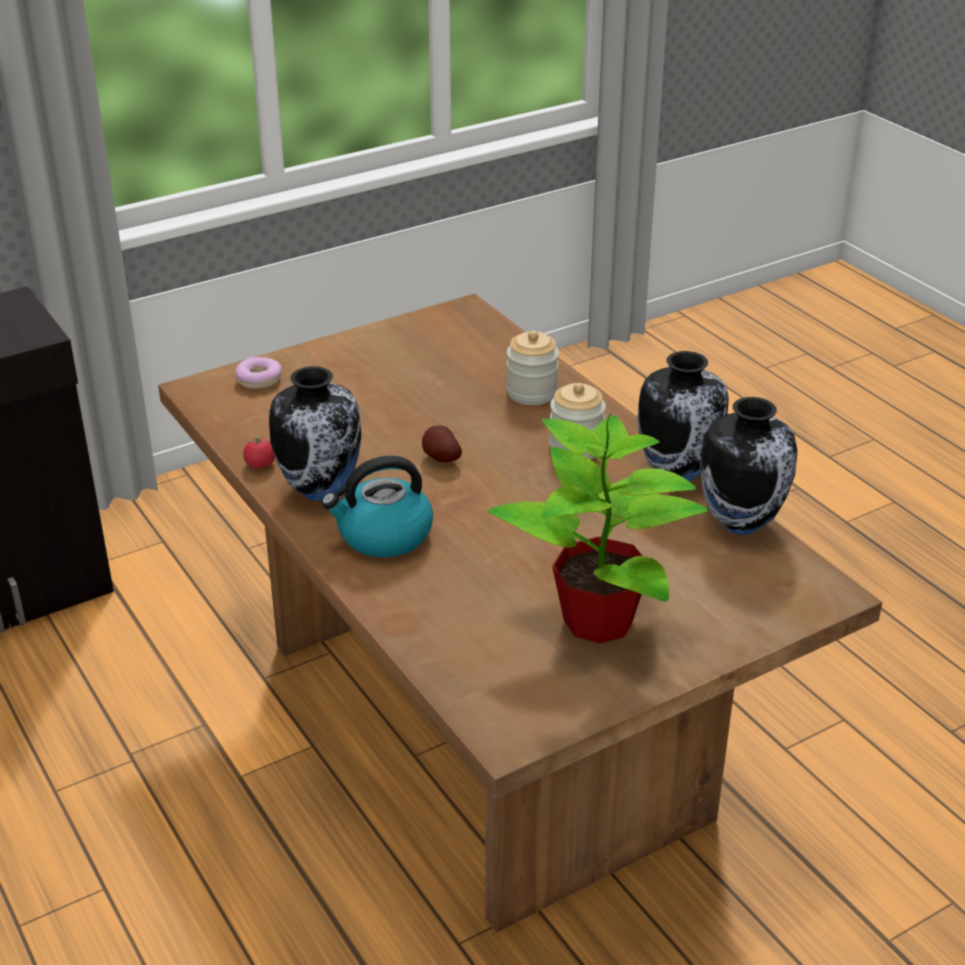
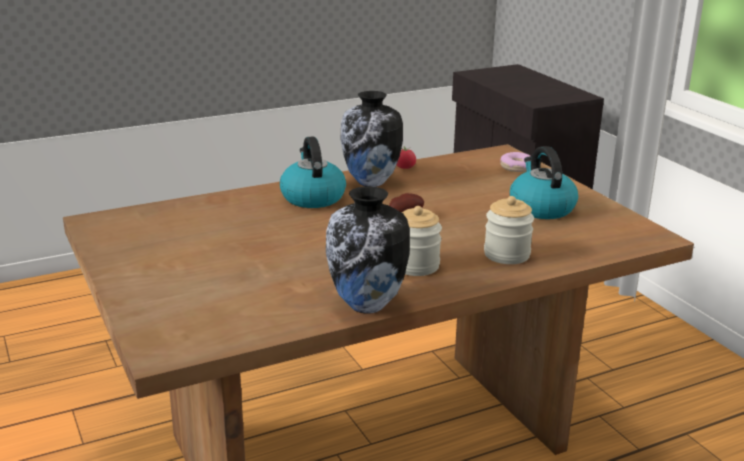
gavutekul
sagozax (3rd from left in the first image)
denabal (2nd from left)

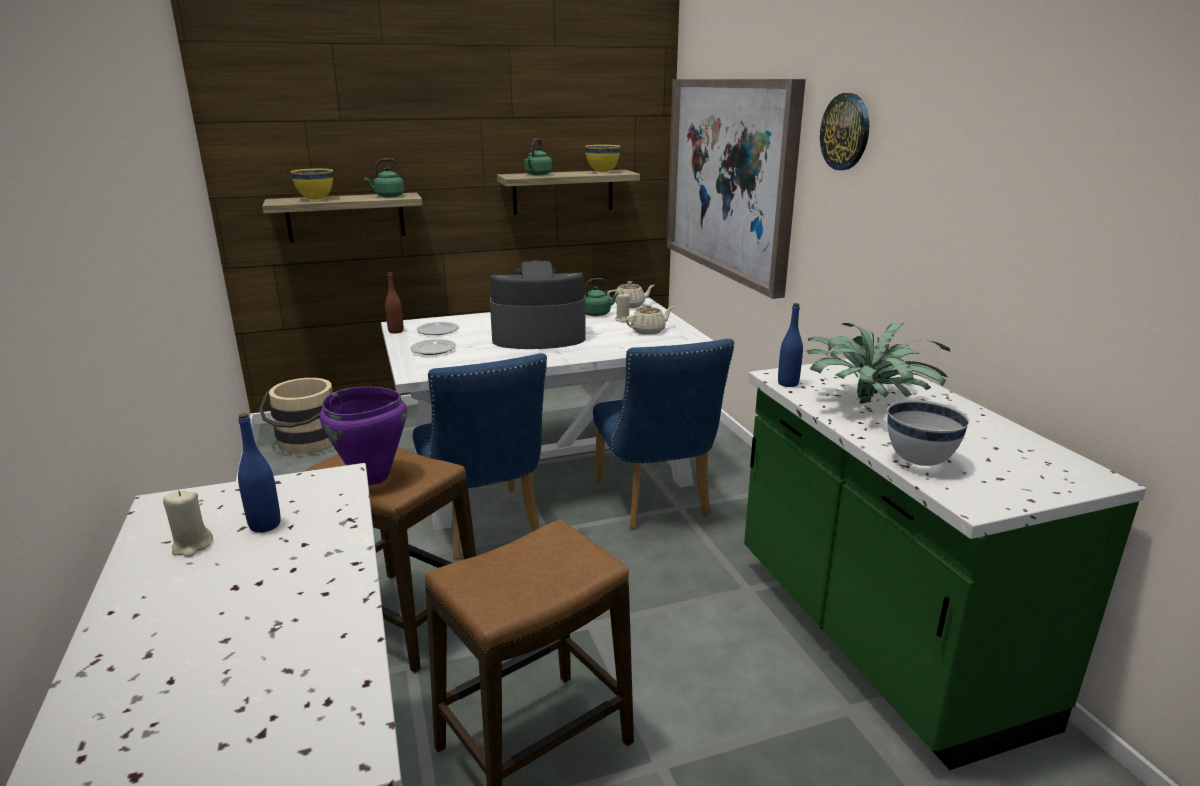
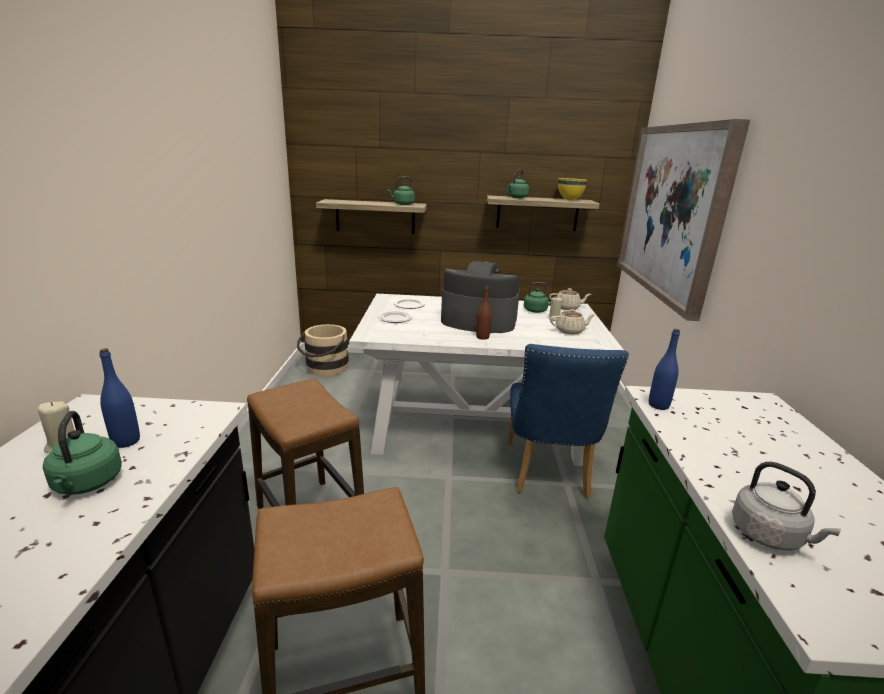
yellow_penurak (1st from left in the first image)
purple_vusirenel
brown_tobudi
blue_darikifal (1st from left in the first image)
gavutekul
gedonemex
grey_denabal
green_denabal (1st from left)

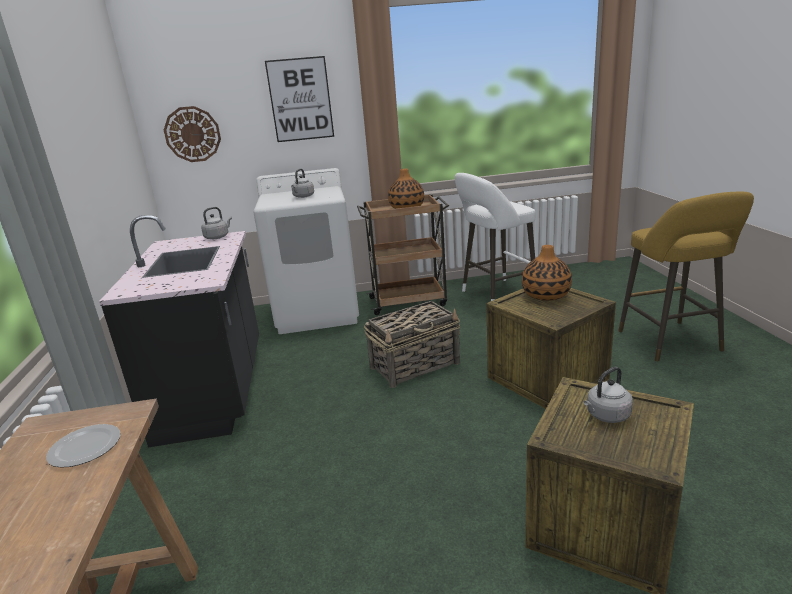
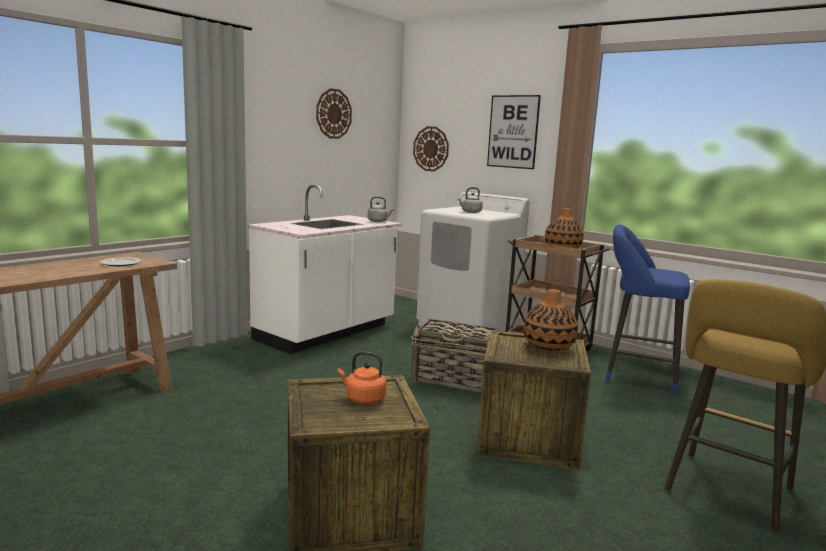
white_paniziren
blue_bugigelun
orange_denabal
gedonemex (1st from left)

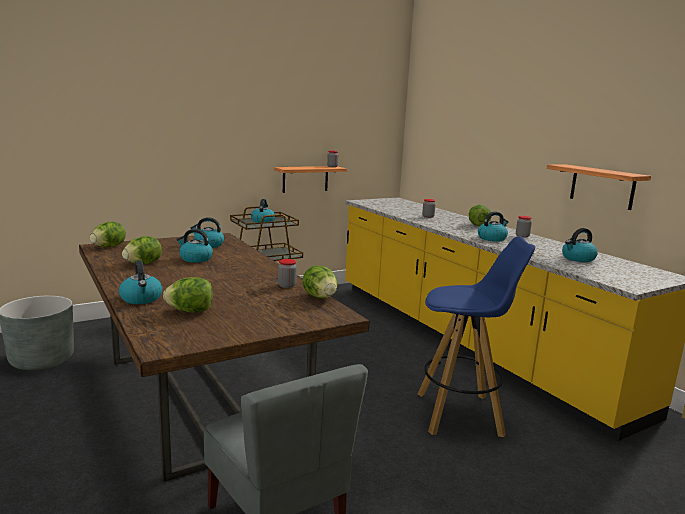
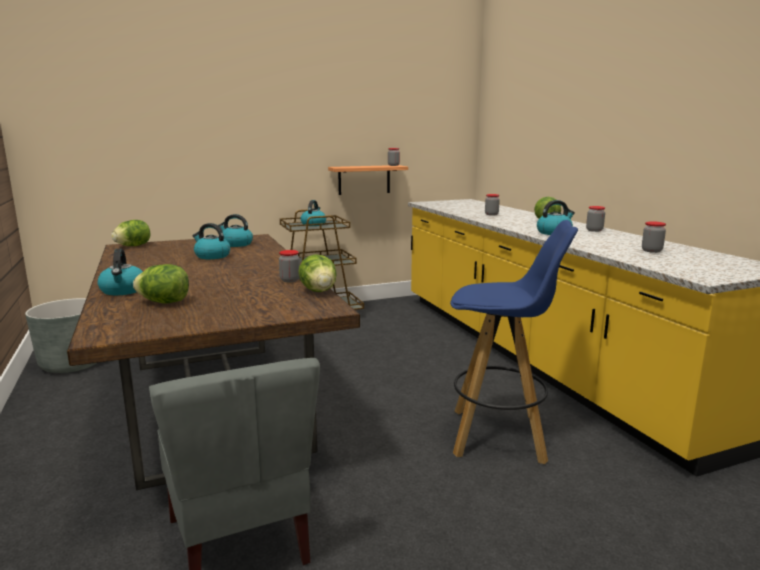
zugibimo (2nd from left in the first image)
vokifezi (2nd from left in the first image)
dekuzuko (5th from left)

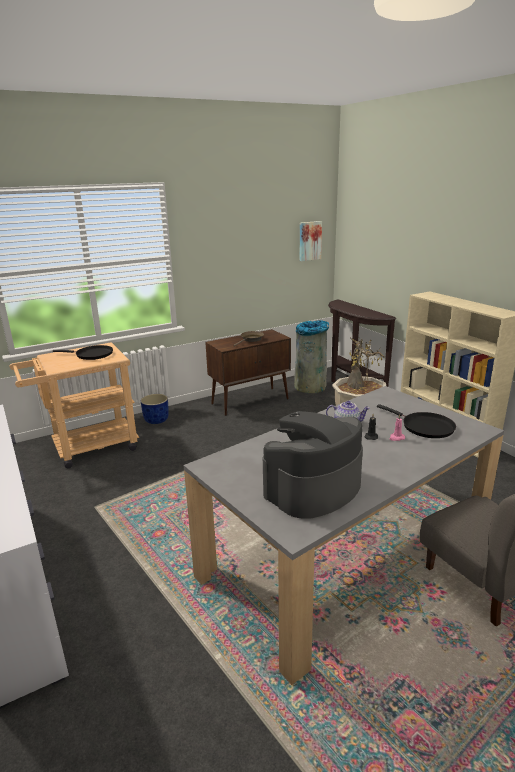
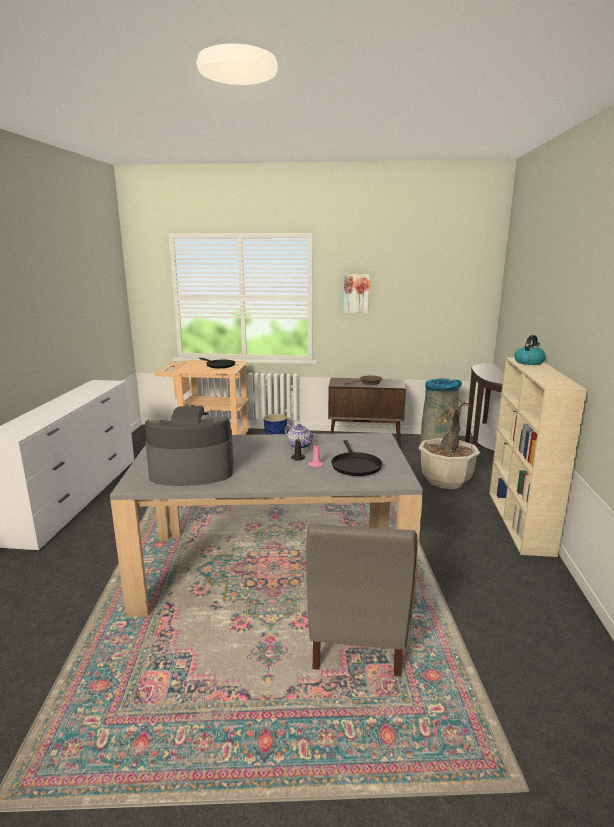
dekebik
denabal

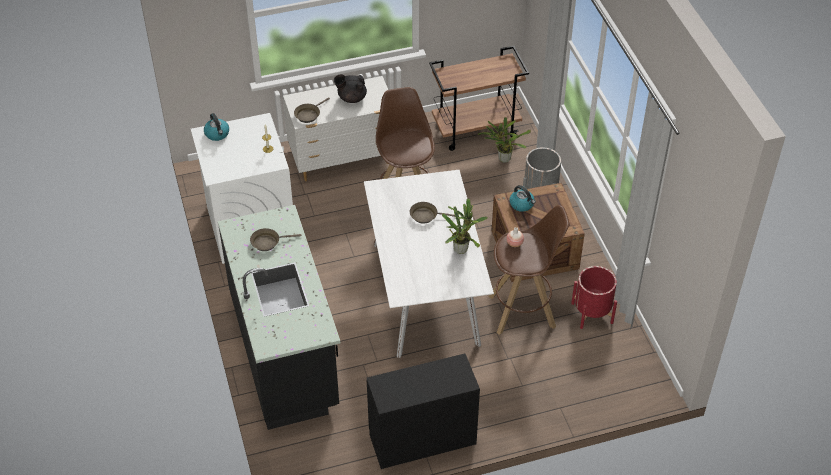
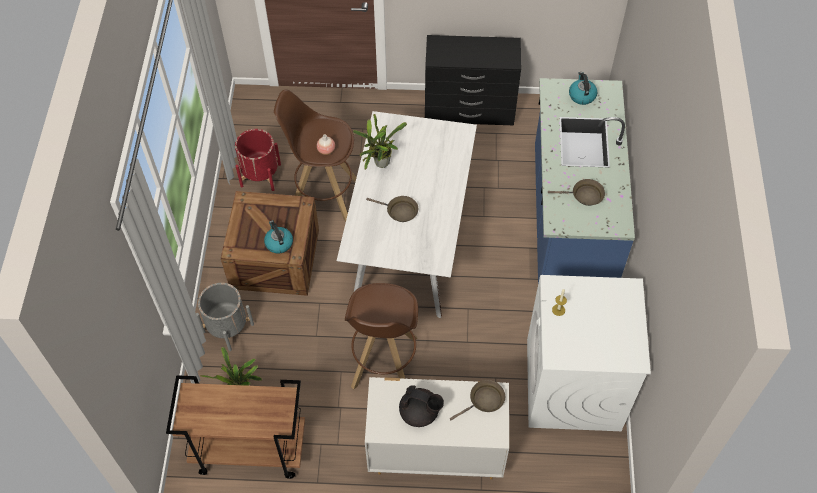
denabal (2nd from left)
blue_paniziren

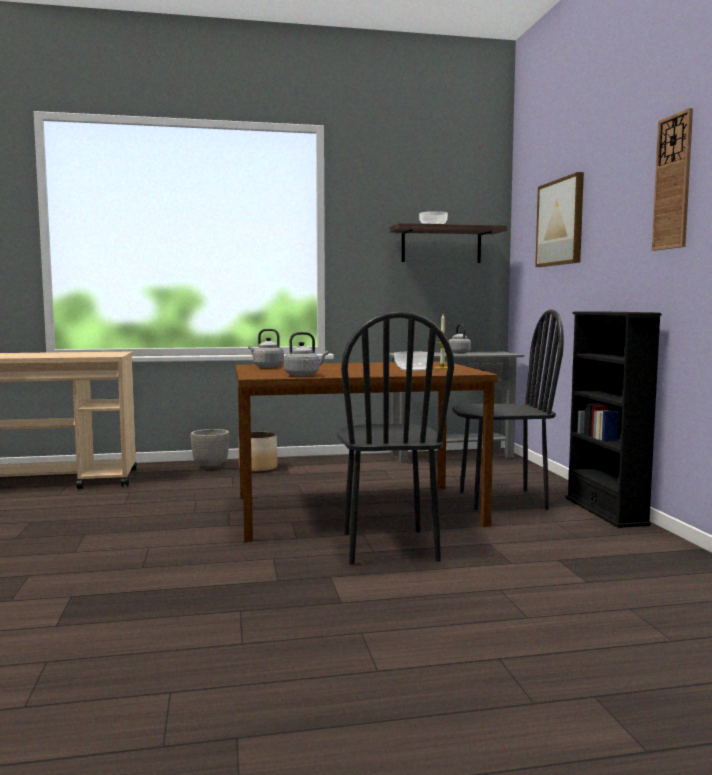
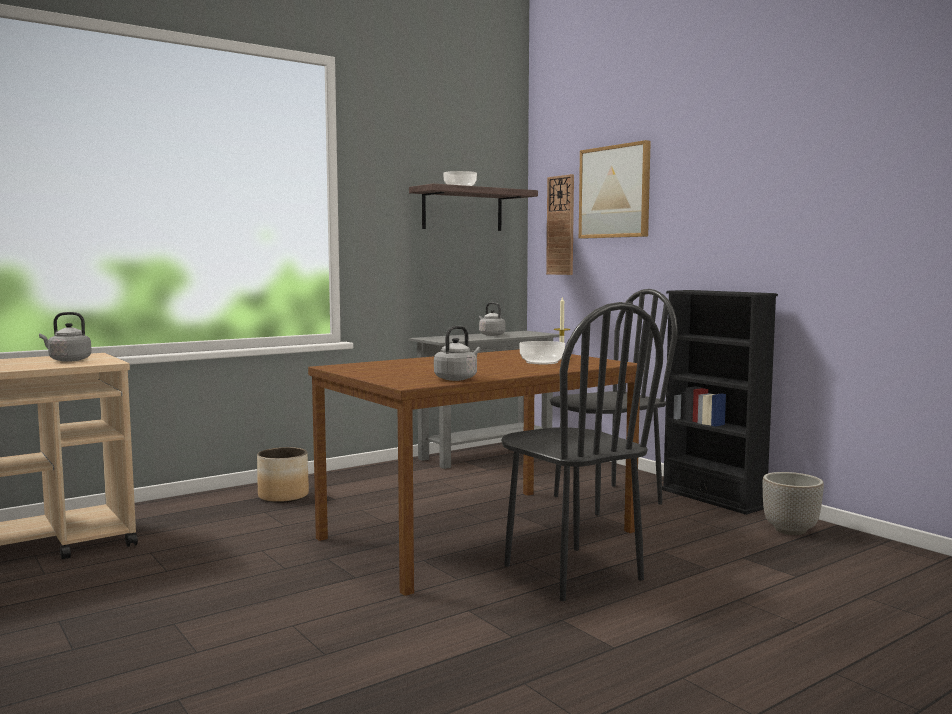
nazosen (2nd from left)
grey_denabal (1st from left)
gedonemex

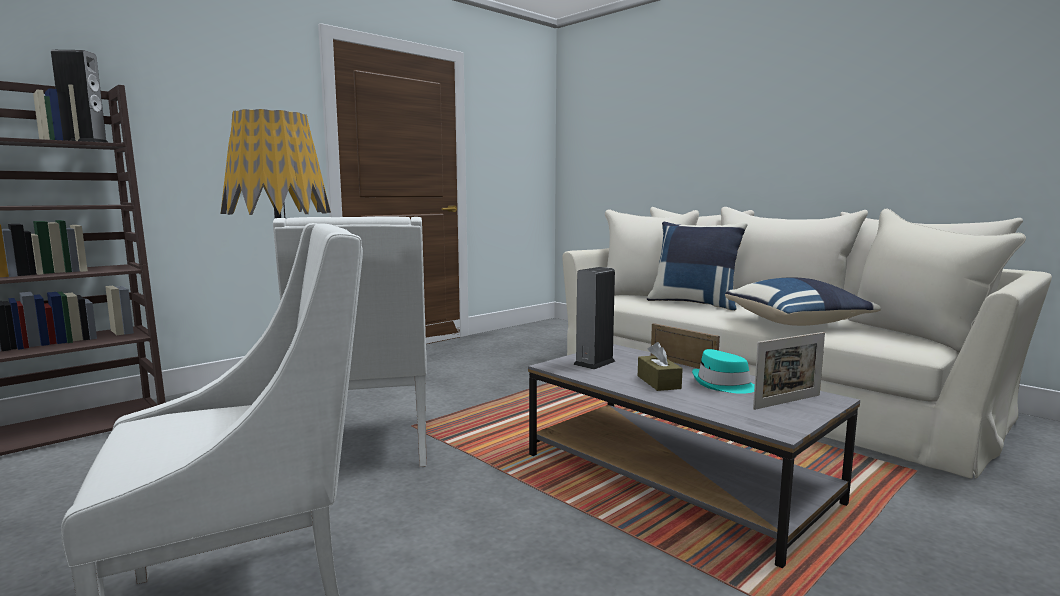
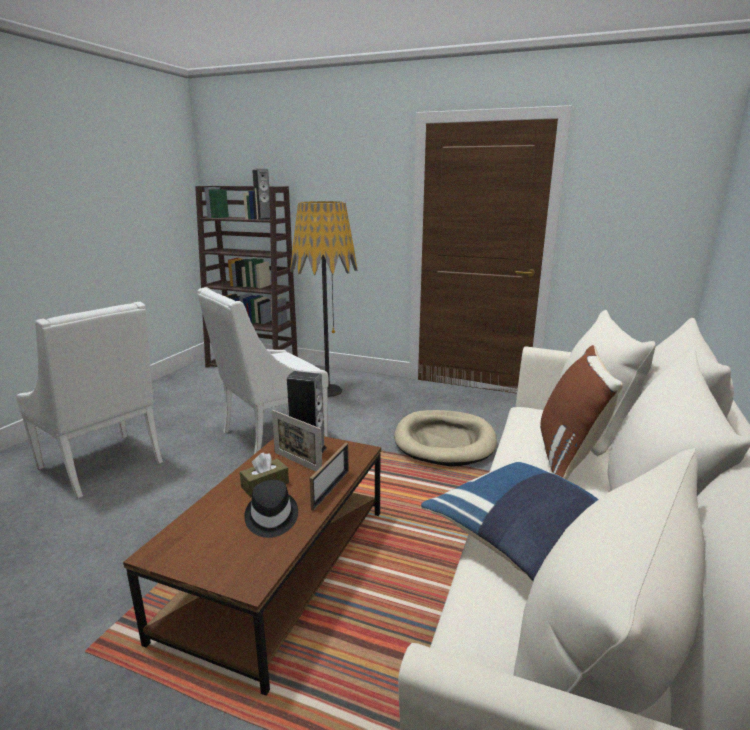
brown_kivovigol
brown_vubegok
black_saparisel
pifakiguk (1st from left)
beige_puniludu

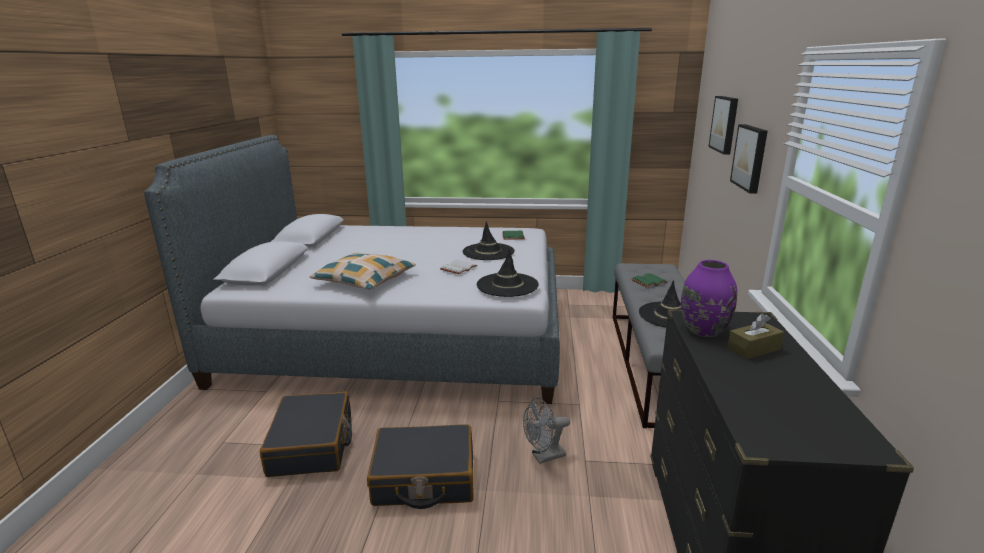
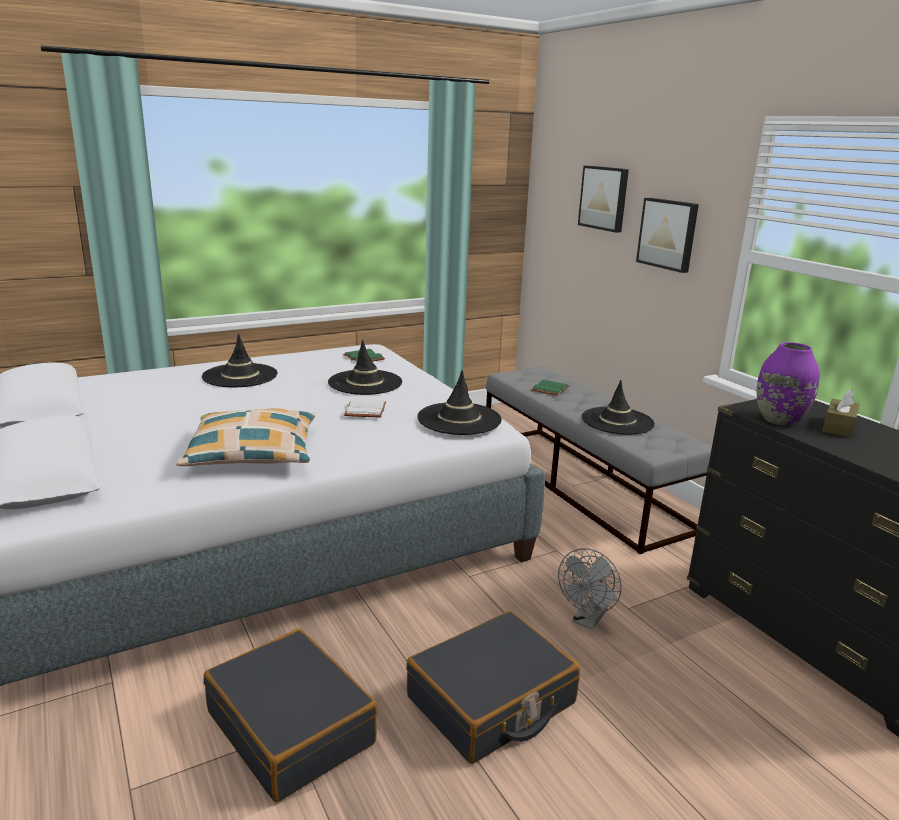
black_saparisel (1st from left)

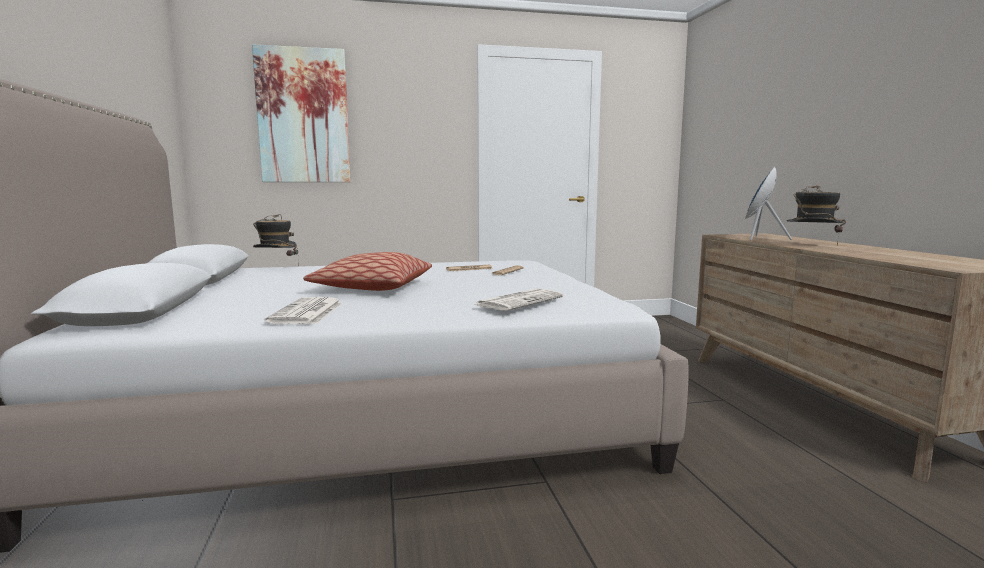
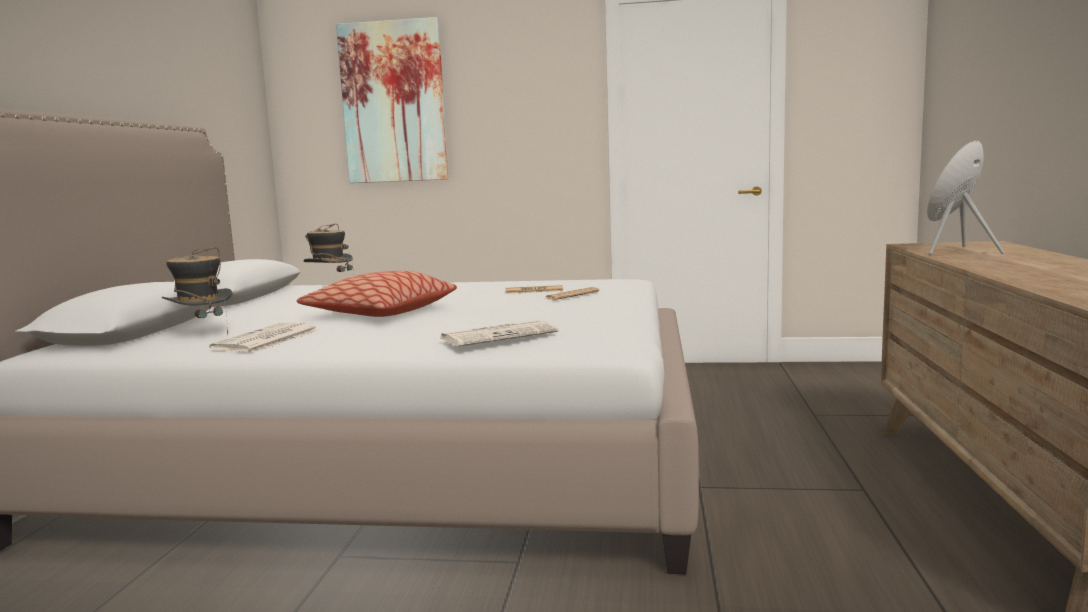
saparisel (1st from left)

